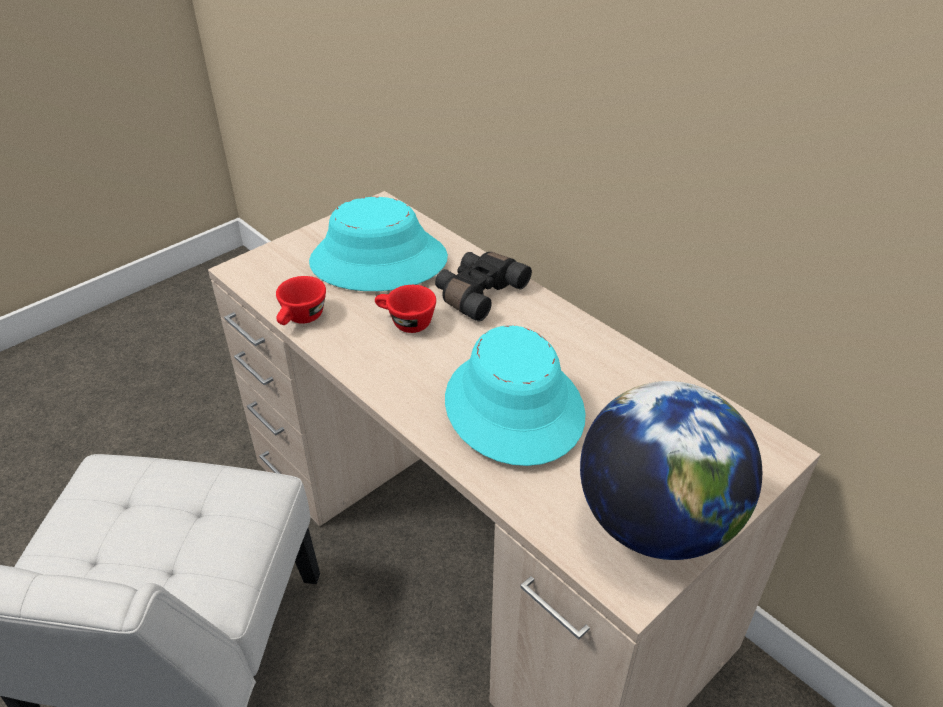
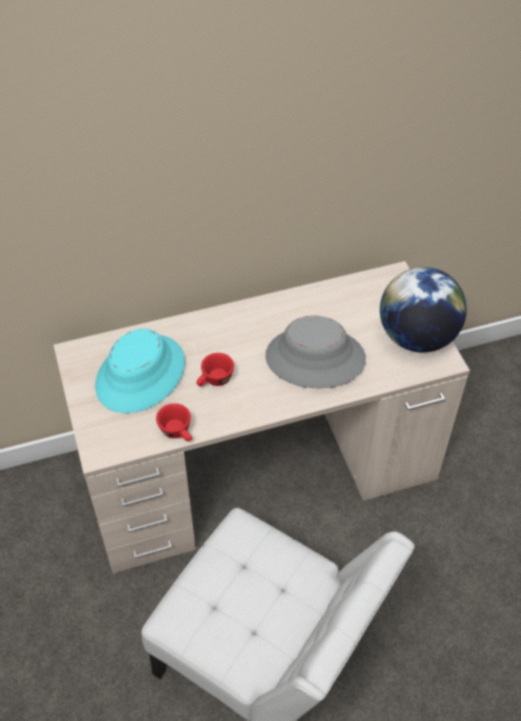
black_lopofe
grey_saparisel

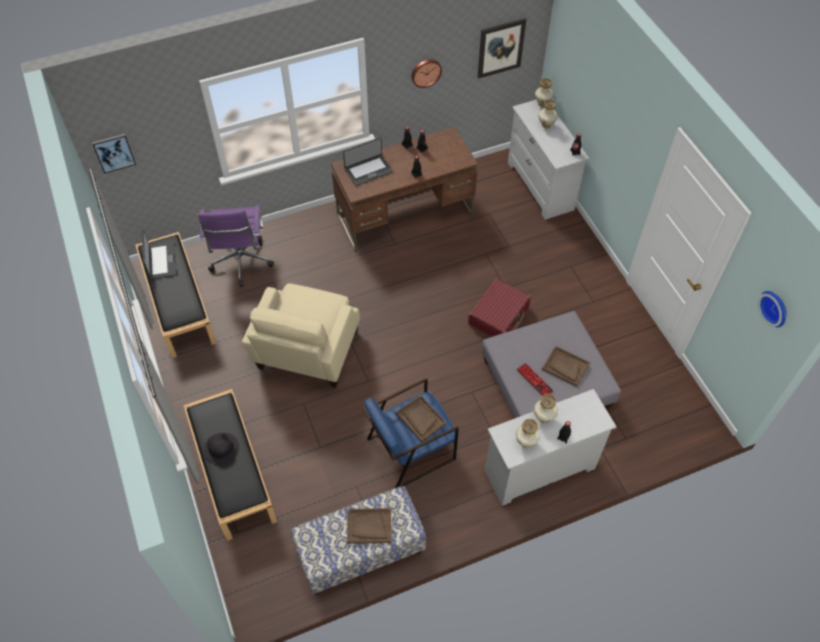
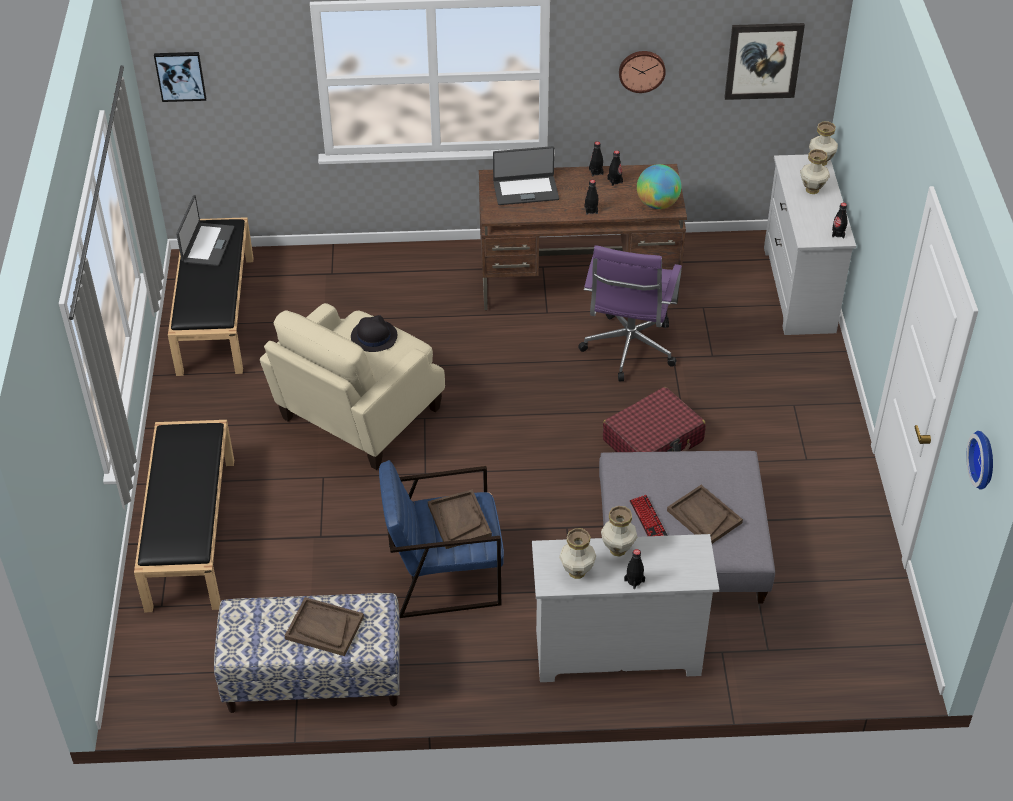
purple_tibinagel
black_saparisel
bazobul

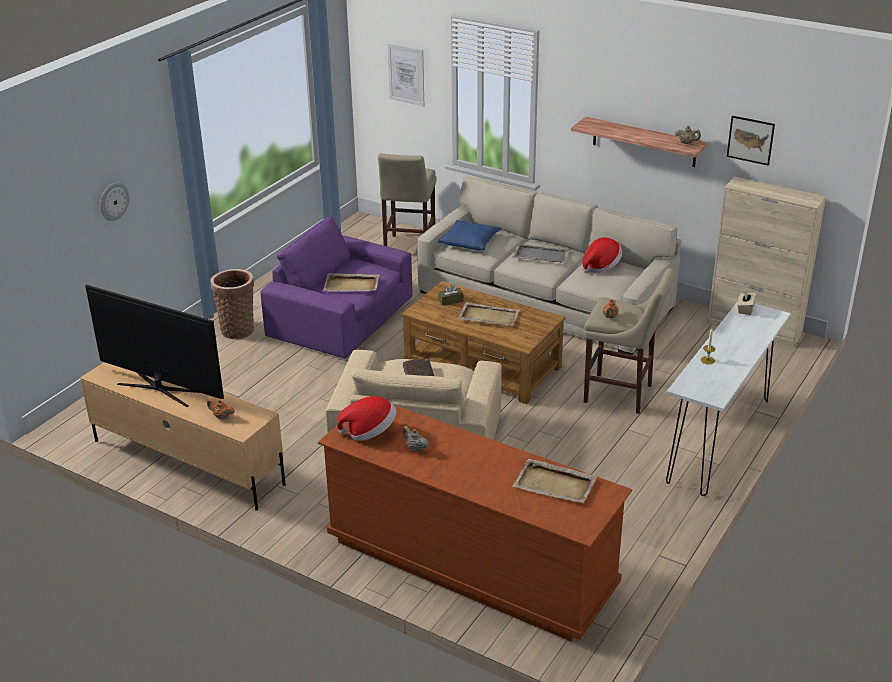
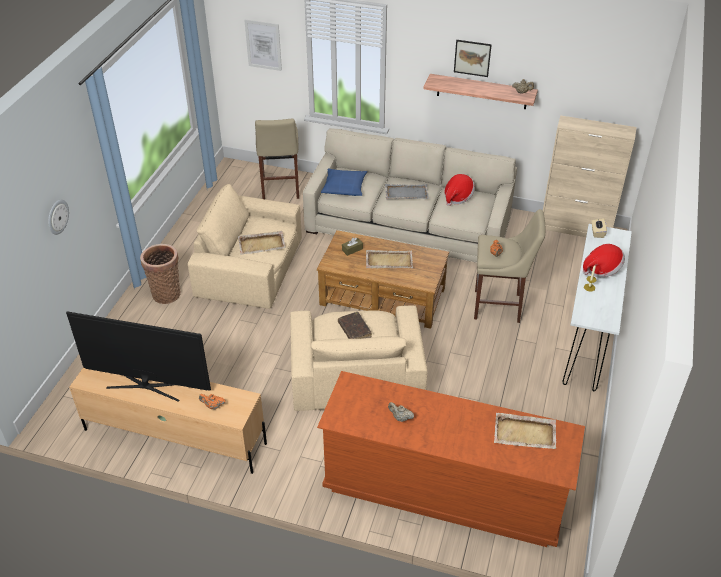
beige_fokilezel (1st from left)
saparisel (2nd from left)
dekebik (2nd from left)

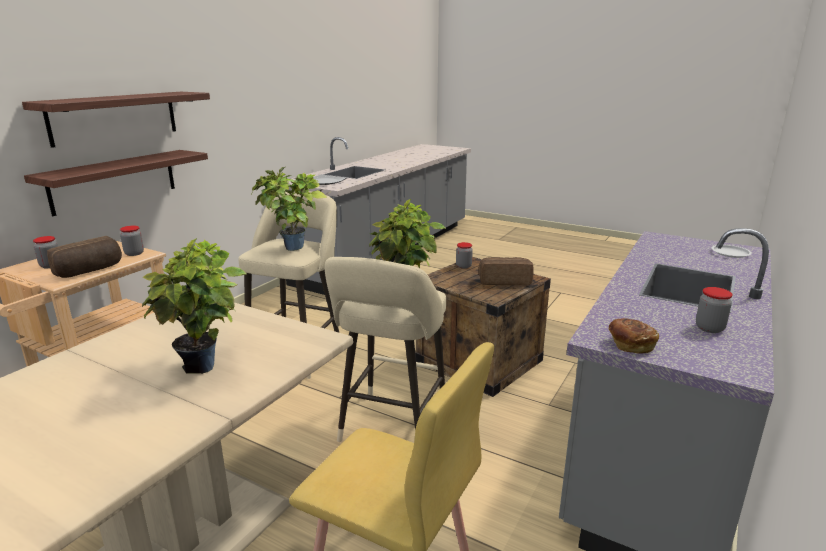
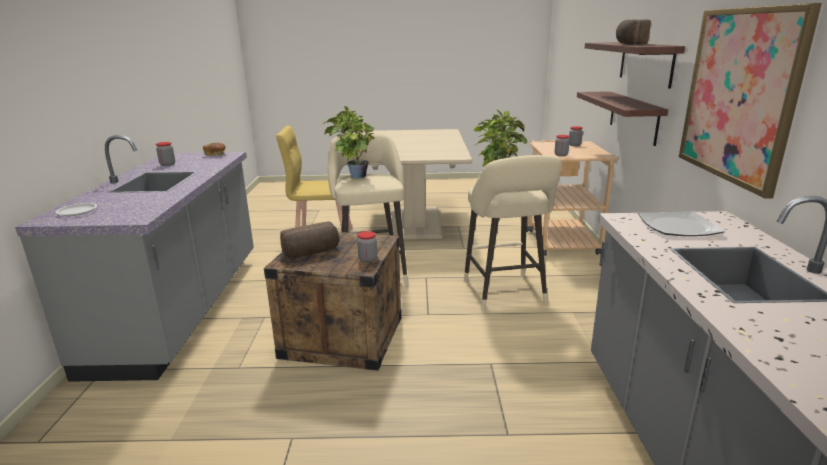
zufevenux (3rd from left)
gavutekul (1st from left in the first image)
dekebik

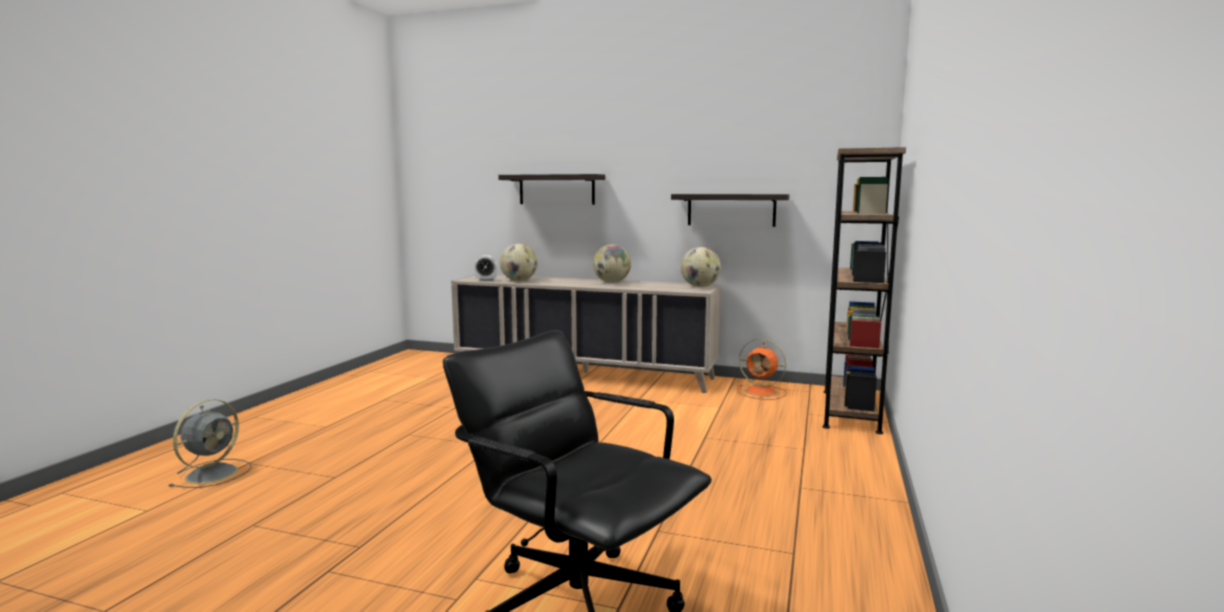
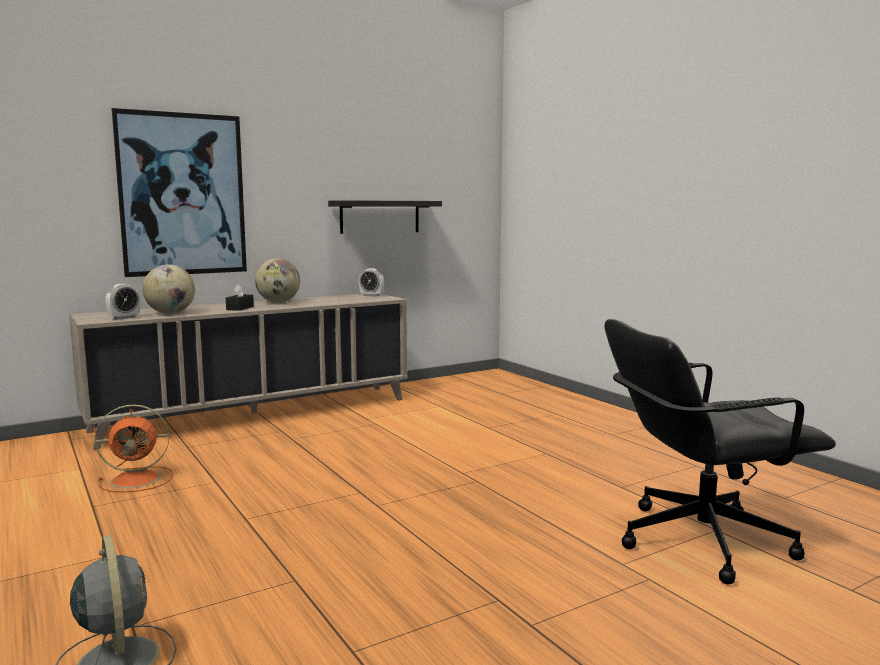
dekebik
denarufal (2nd from left)
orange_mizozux
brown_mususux
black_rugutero

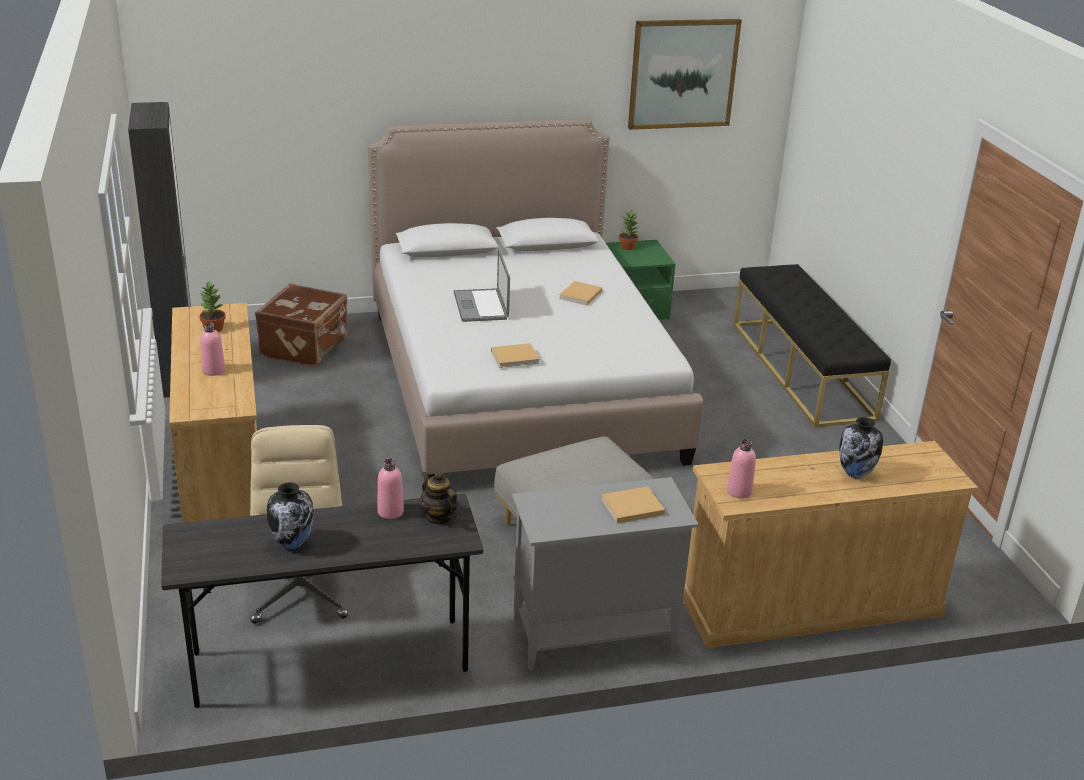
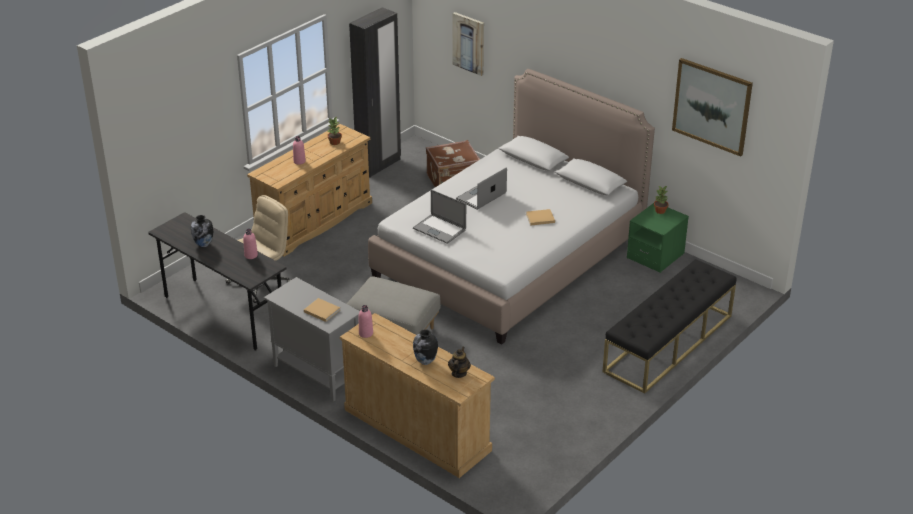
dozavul
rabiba (1st from left)
dekebik (1st from left)

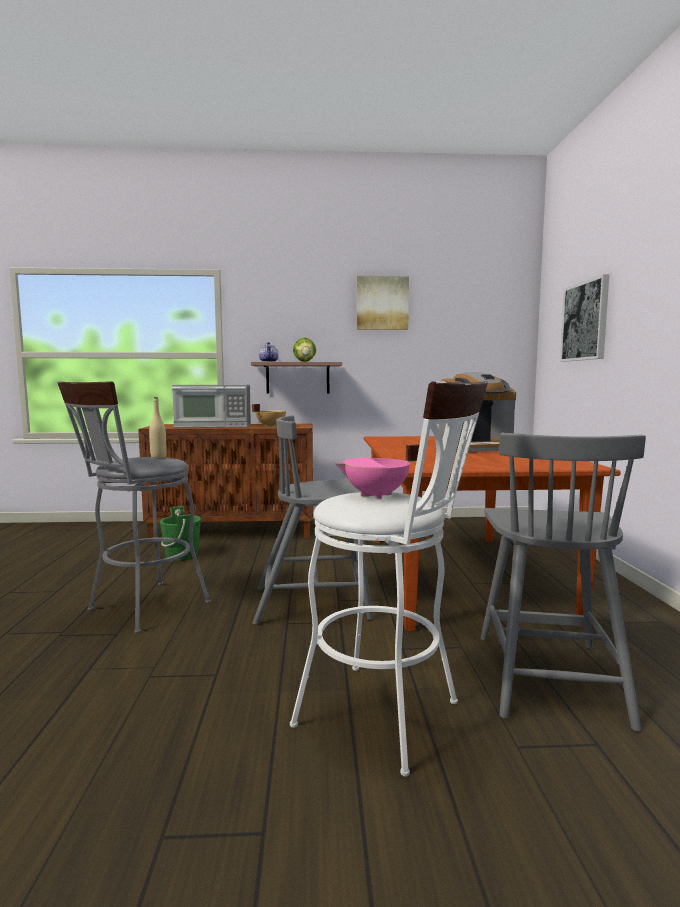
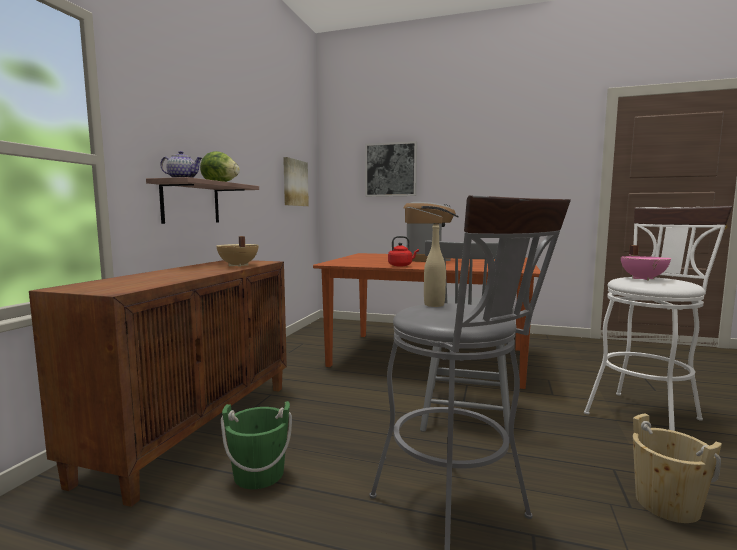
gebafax
dekebik (1st from left)
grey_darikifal (2nd from left in the first image)
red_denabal
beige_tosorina

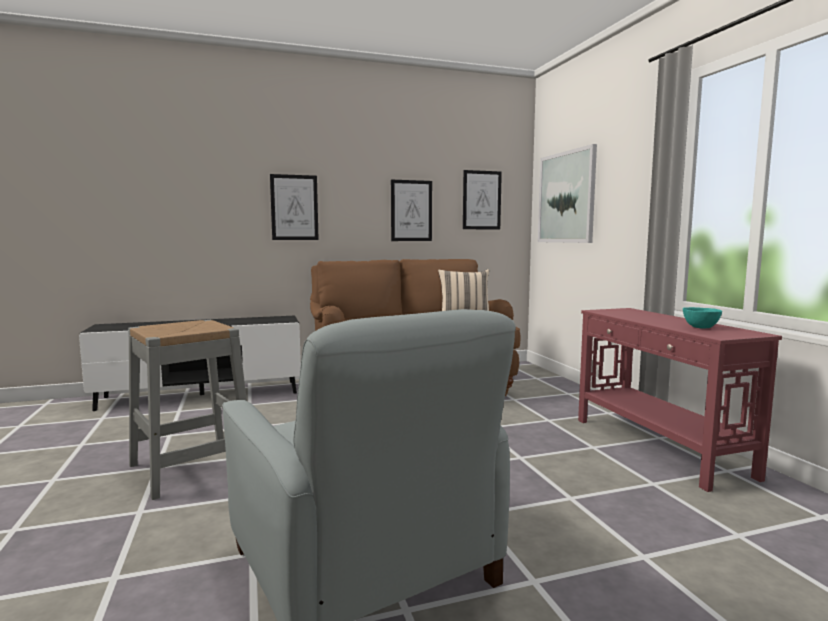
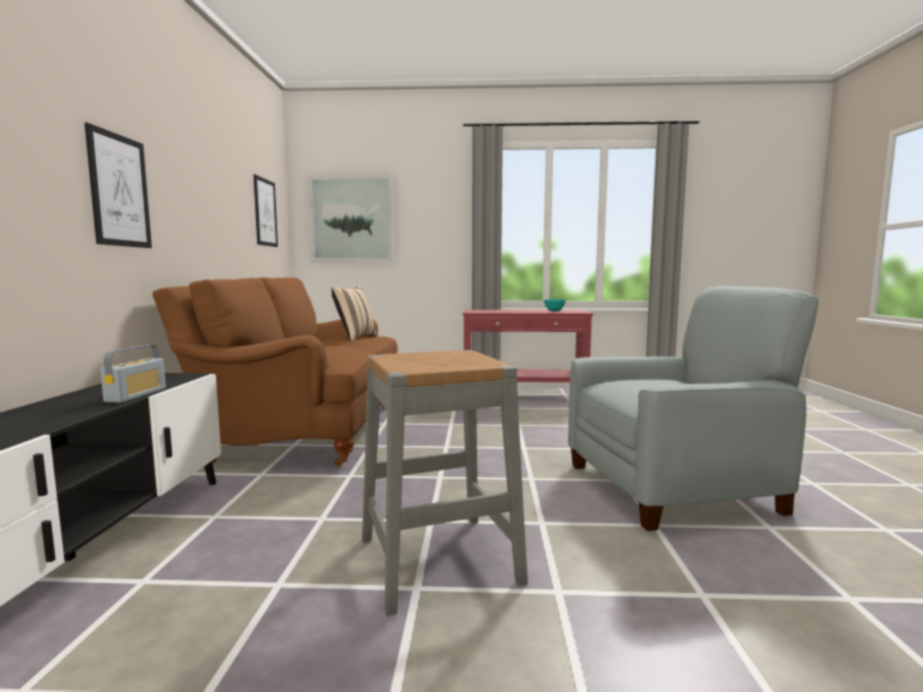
dekebik (2nd from left in the first image)
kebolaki

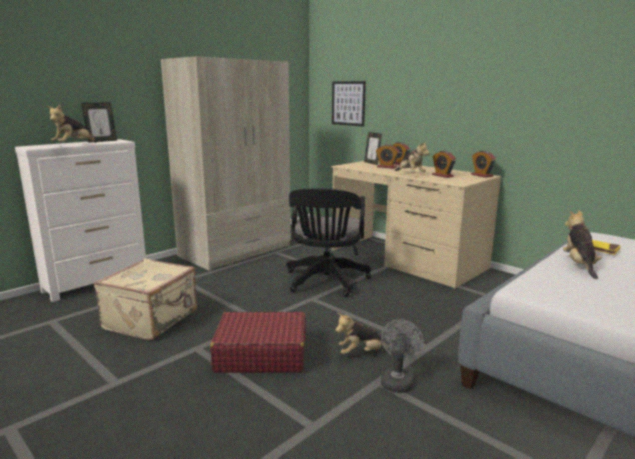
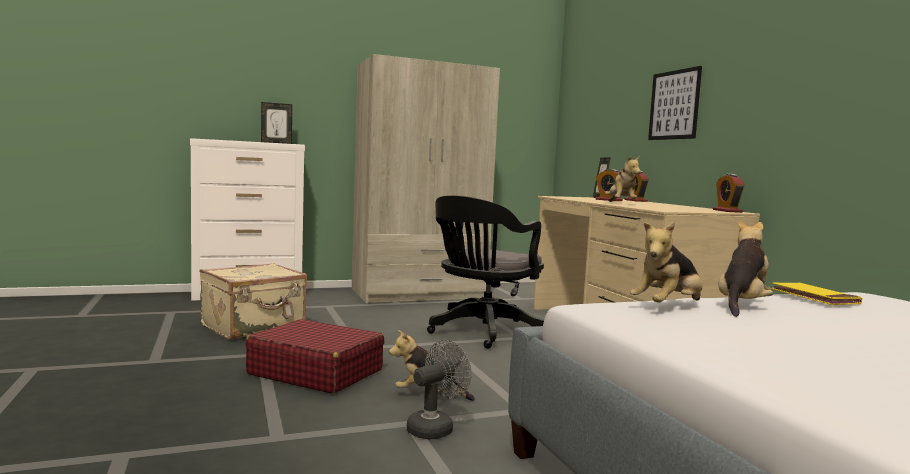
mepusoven (3rd from left)
dekebik
denarufal (3rd from left in the first image)

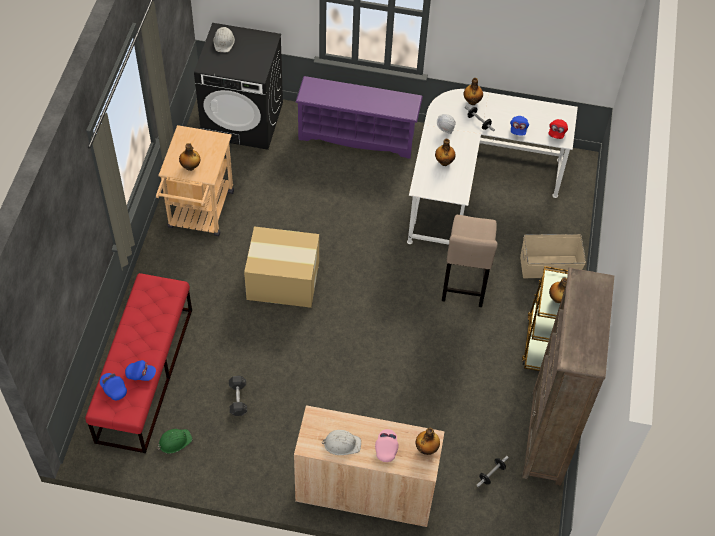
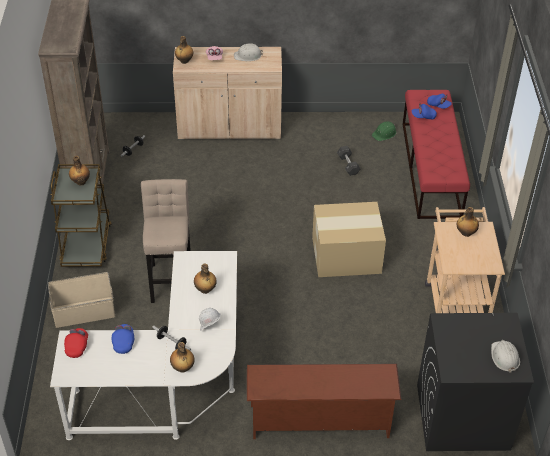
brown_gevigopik

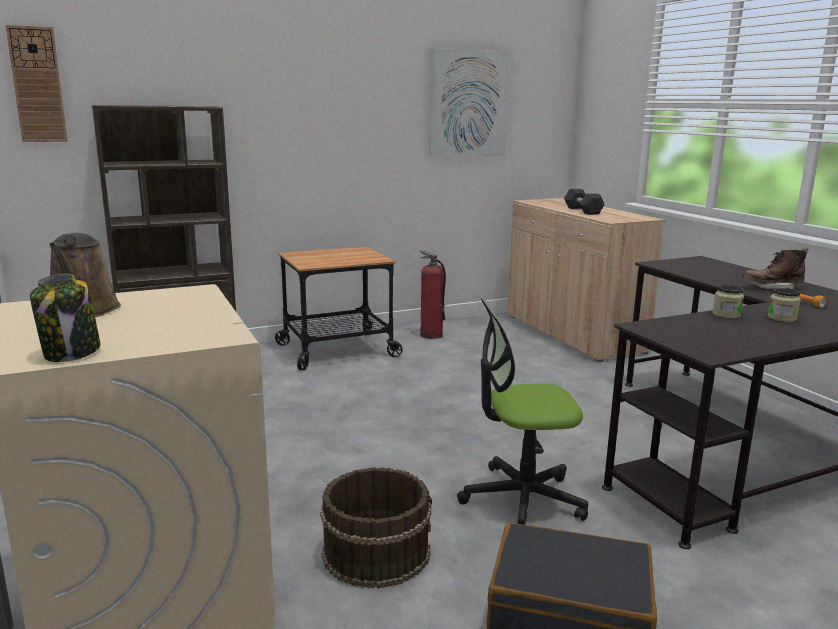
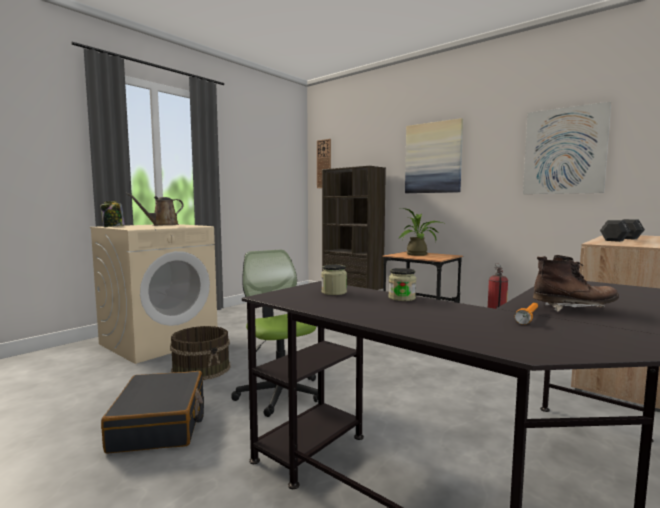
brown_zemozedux
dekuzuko (2nd from left)
gavutekul
dekebik (1st from left)

